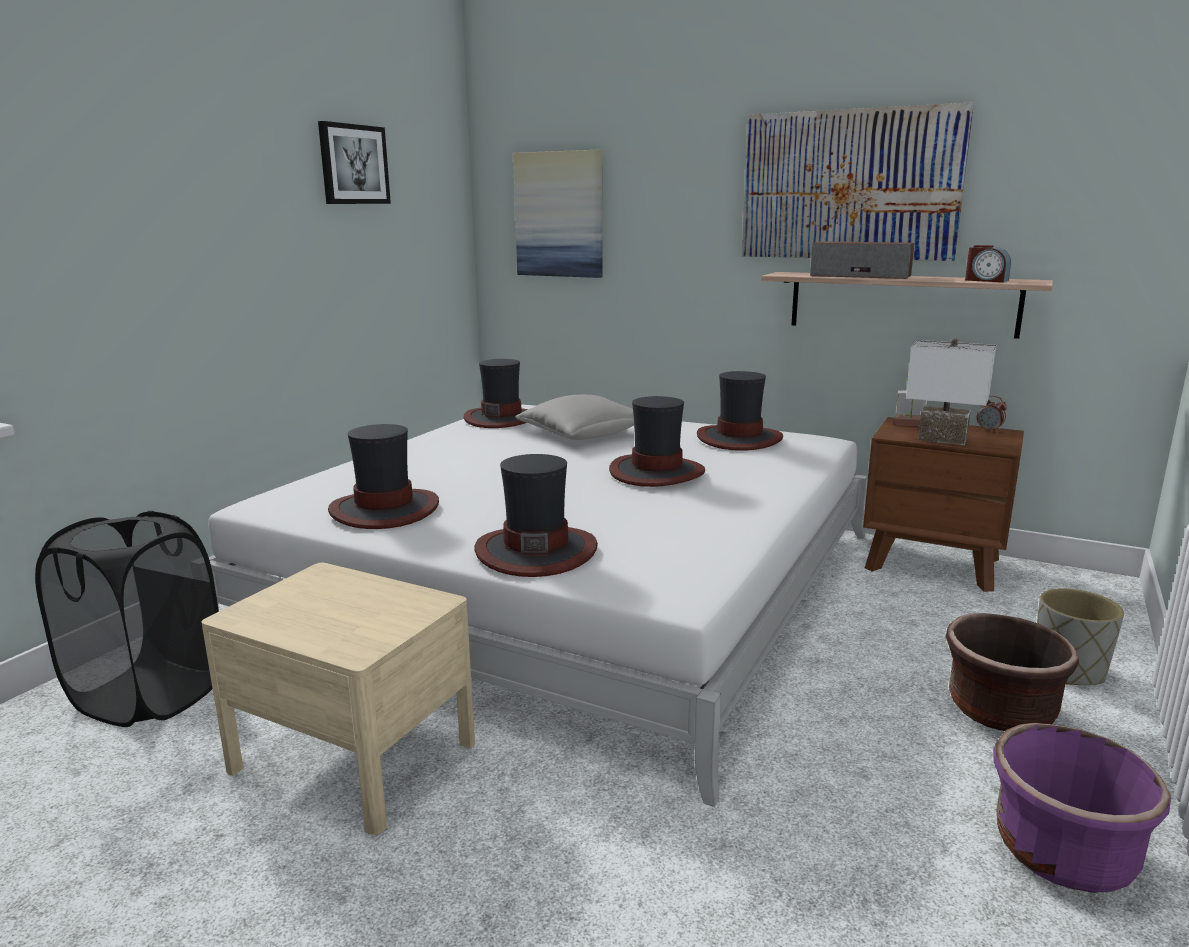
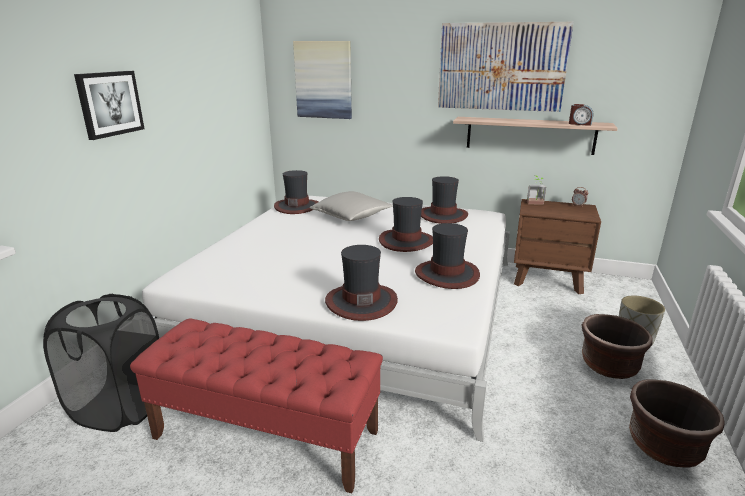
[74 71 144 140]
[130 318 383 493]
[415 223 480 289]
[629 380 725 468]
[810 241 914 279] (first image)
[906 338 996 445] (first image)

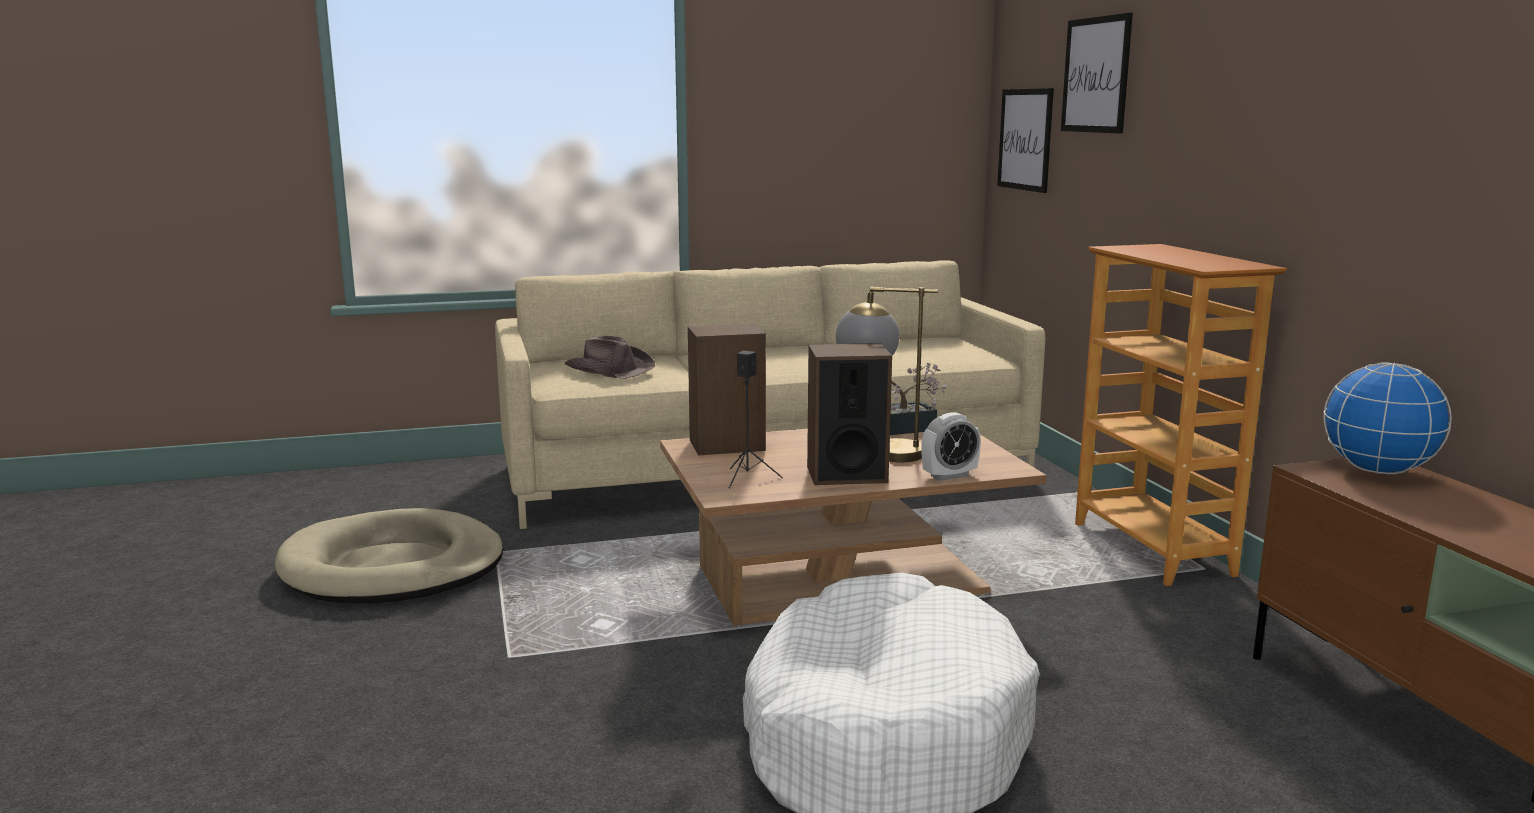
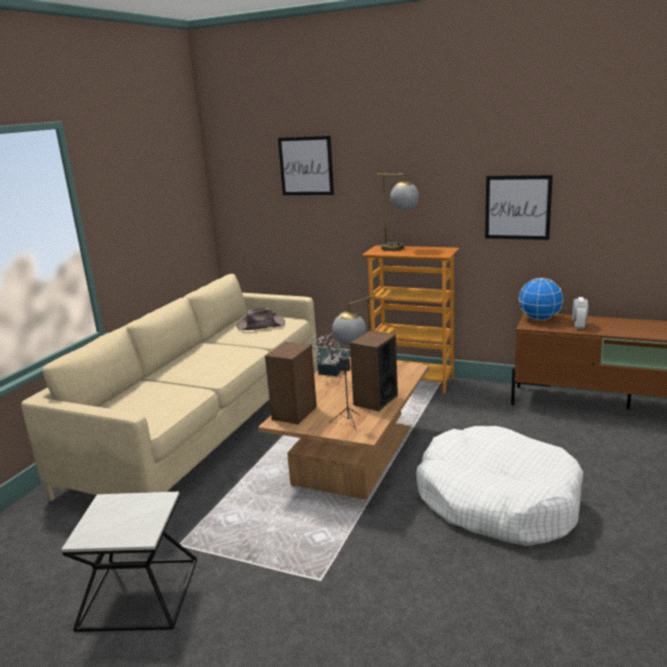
[61 492 197 632]
[236 307 285 330]
[377 173 419 251]
[485 175 553 240]
[572 297 588 329]

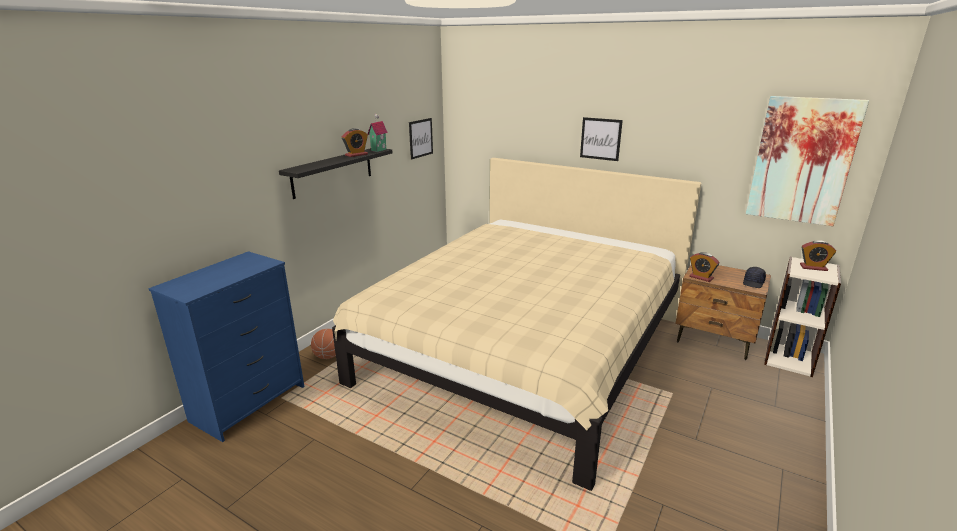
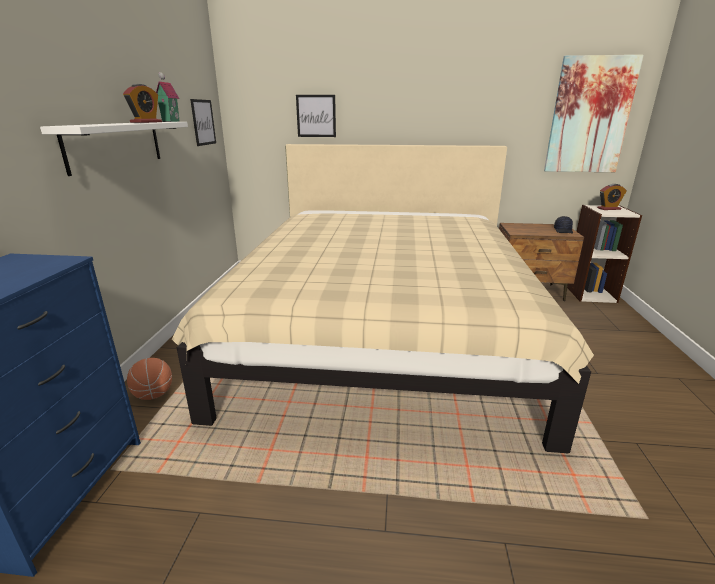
[40 122 188 176]
[296 95 336 137]
[689 252 719 282] (first image)

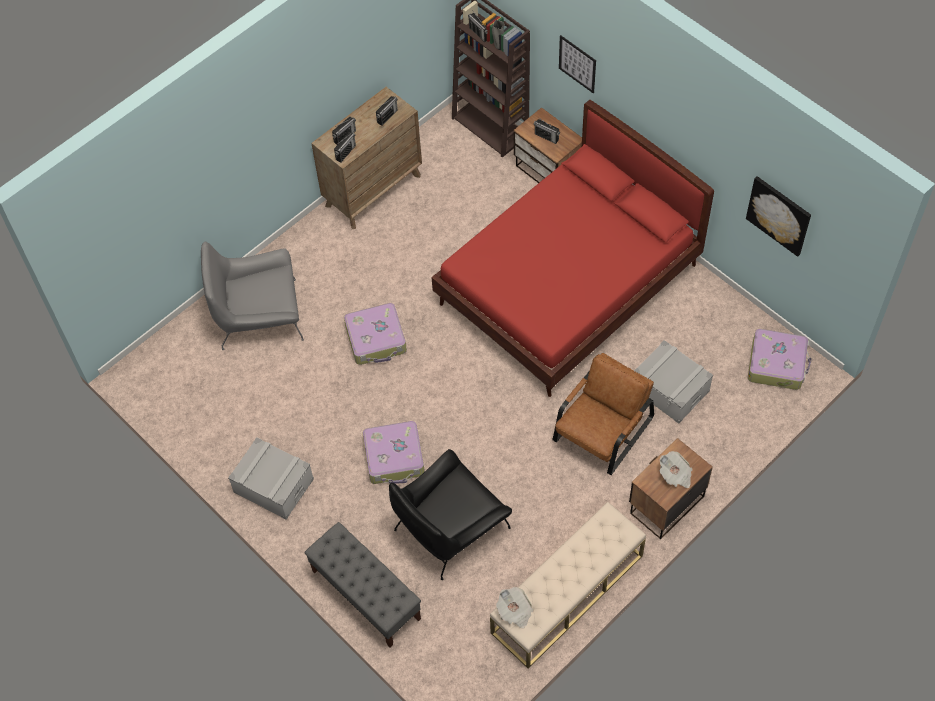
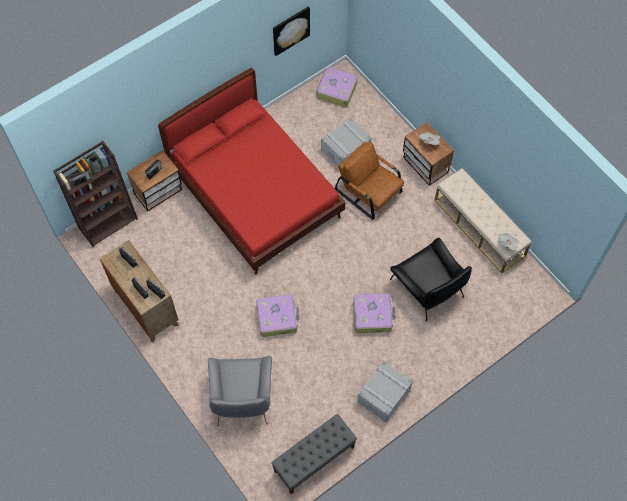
[271 414 357 495]
[559 35 596 93] (first image)

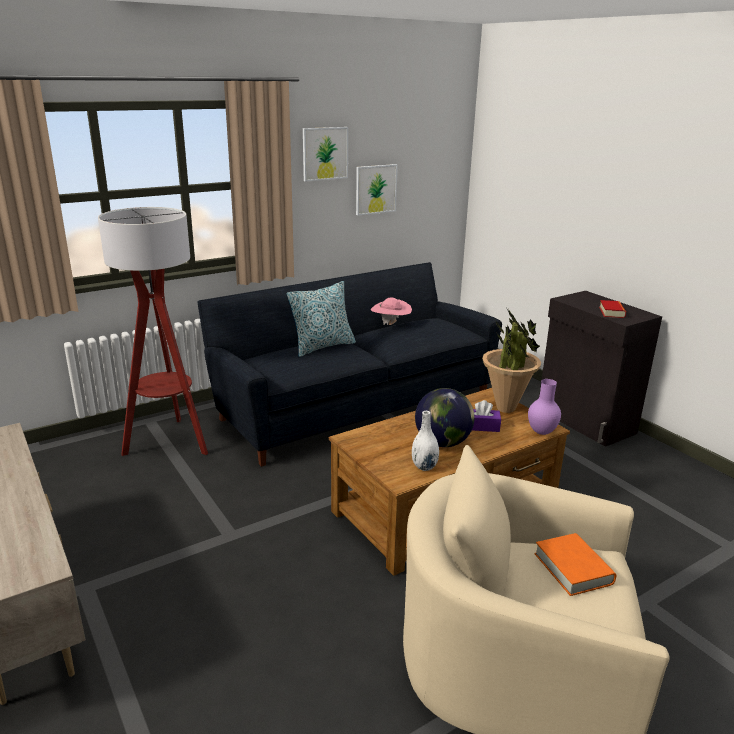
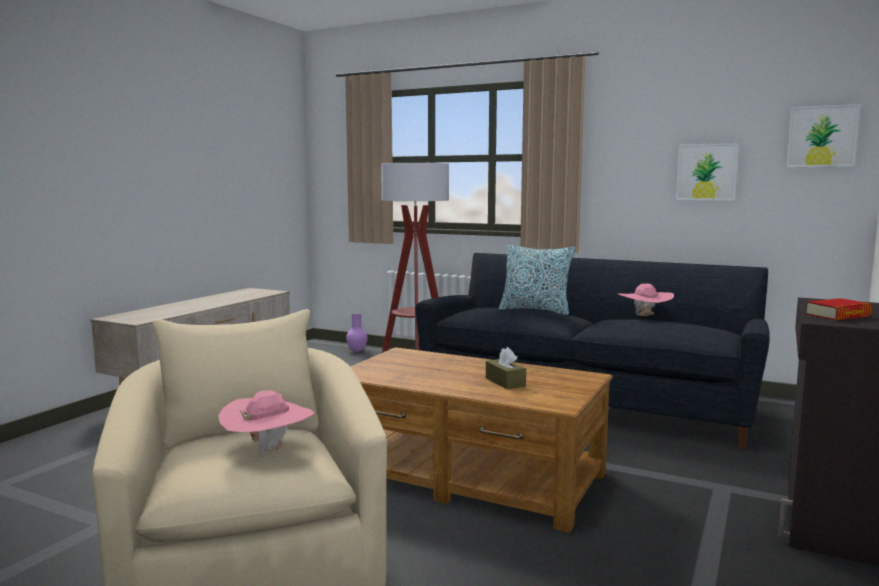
[218 390 315 457]
[346 314 368 352]
[486 347 526 389]
[786 104 860 167]
[412 411 439 471] (first image)
[415 388 475 447] (first image)
[482 309 541 413] (first image)

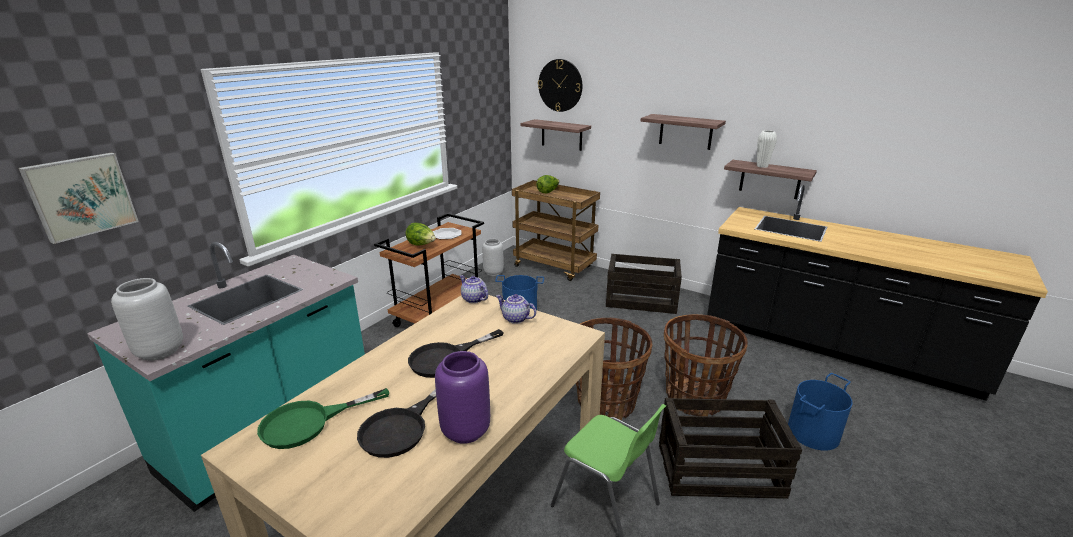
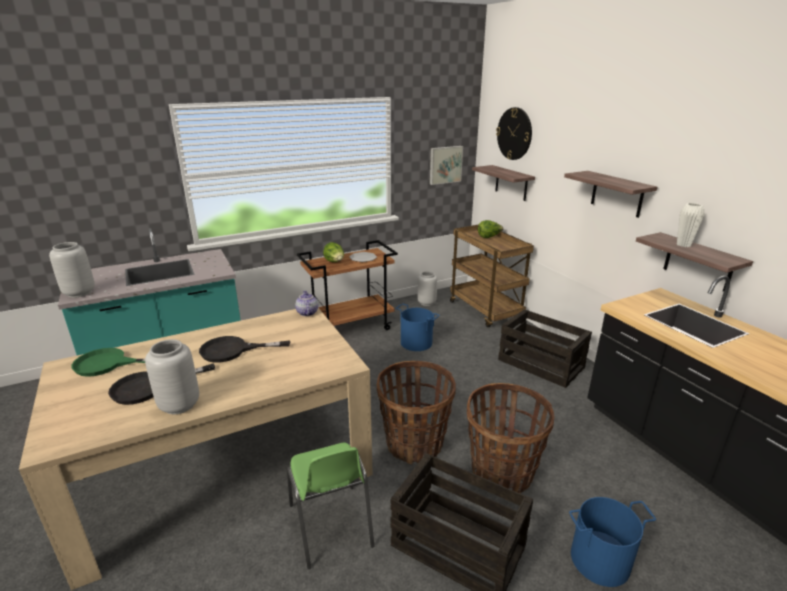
[145 339 199 414]
[430 146 463 185]
[496 294 536 324] (first image)

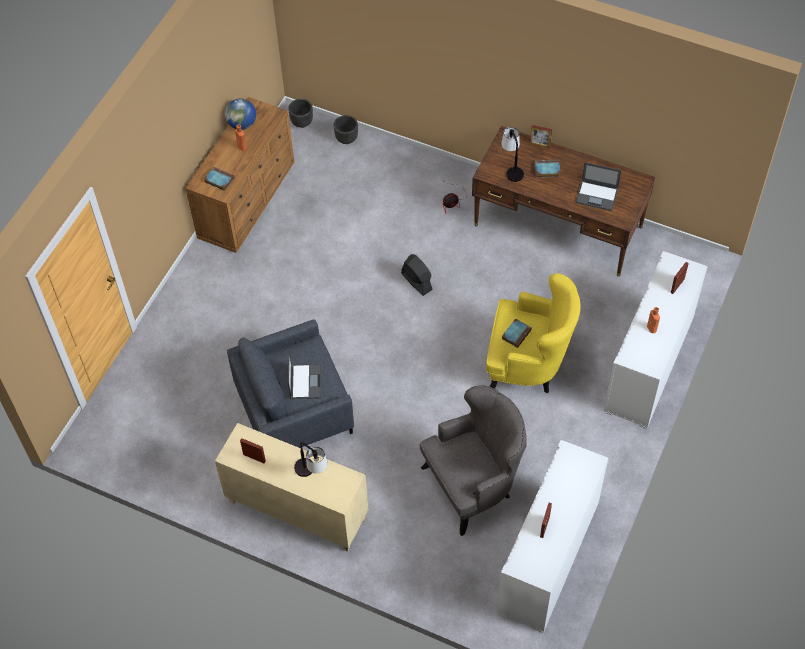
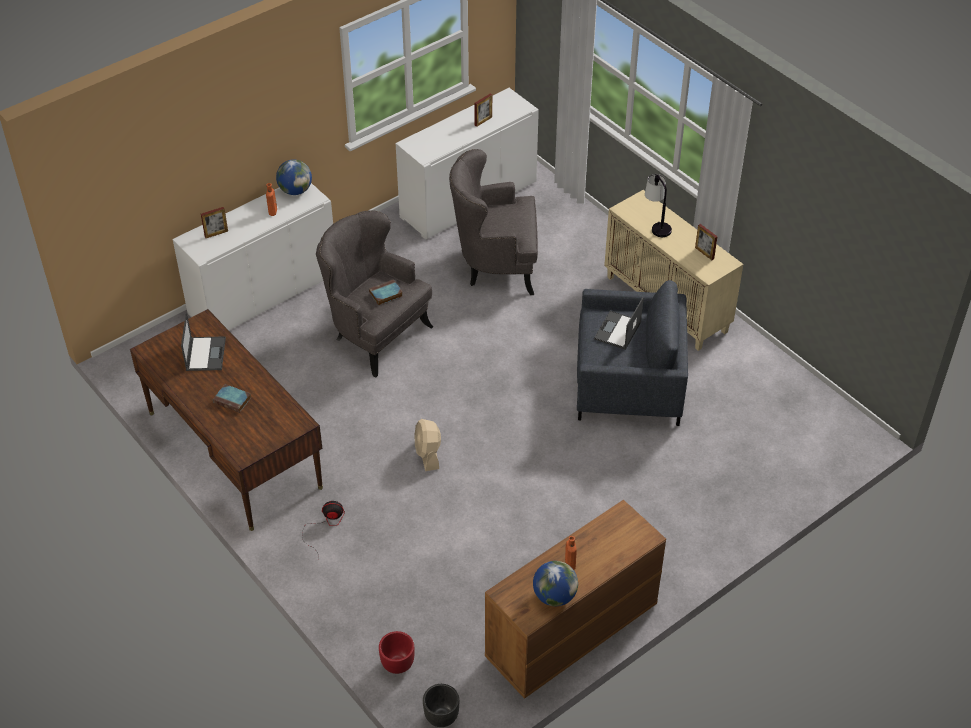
[181 313 226 371]
[276 160 312 195]
[316 210 433 378]
[379 631 415 674]
[414 419 441 471]
[204 167 234 191] (first image)
[501 127 524 182] (first image)
[530 125 552 148] (first image)

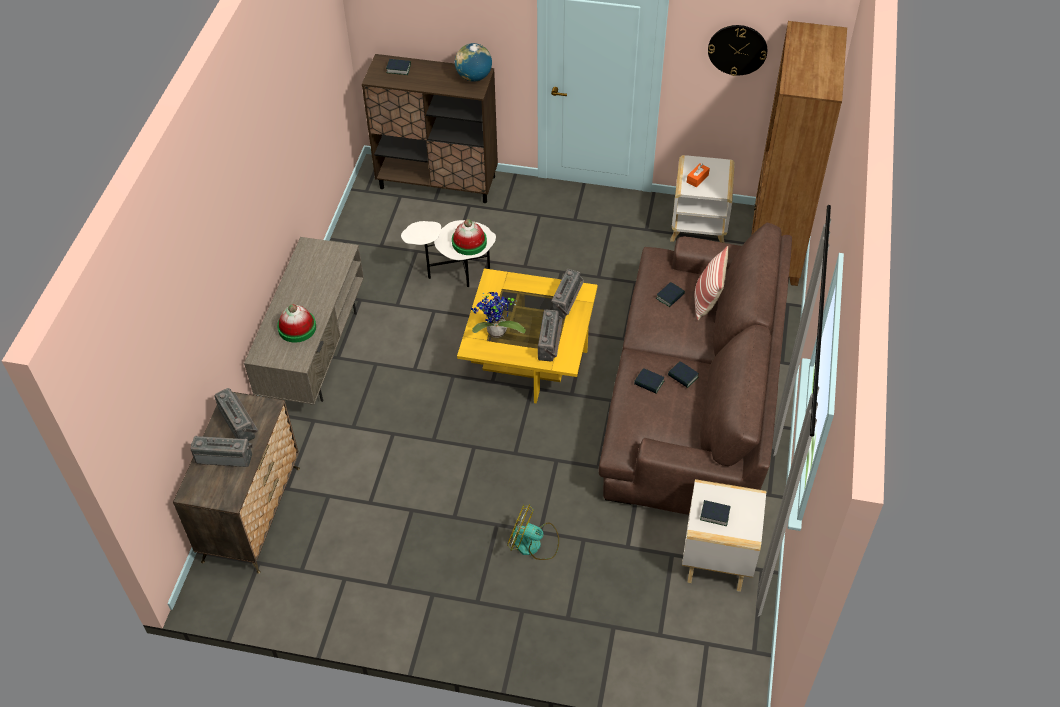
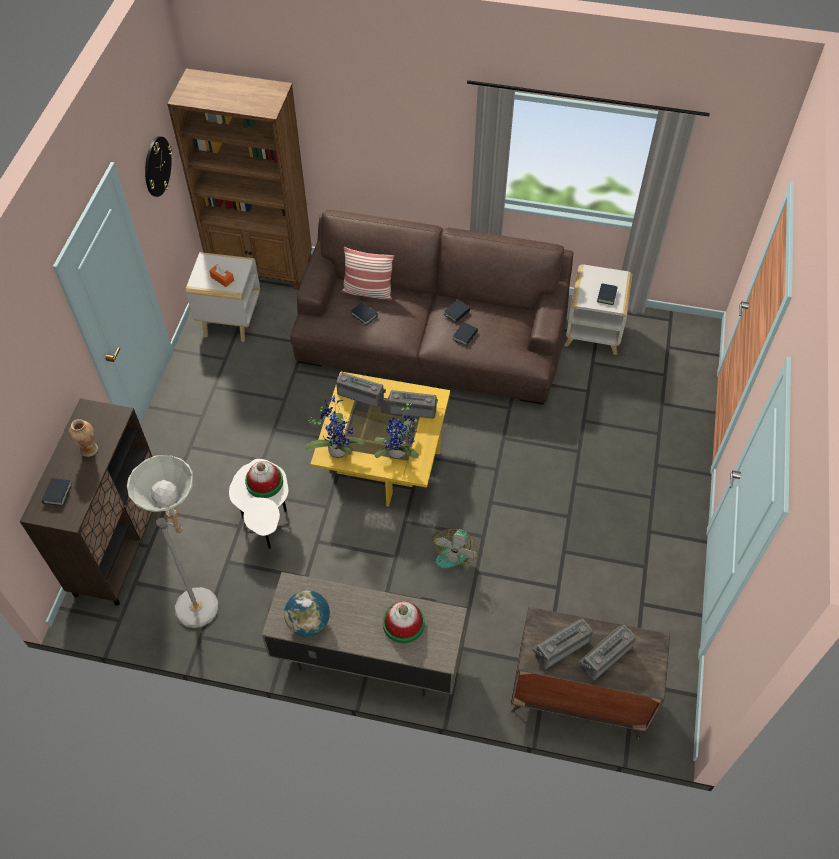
[69 419 98 457]
[127 455 219 628]
[284 590 330 637]
[305 395 364 458]
[432 529 478 568]
[578 625 636 680]

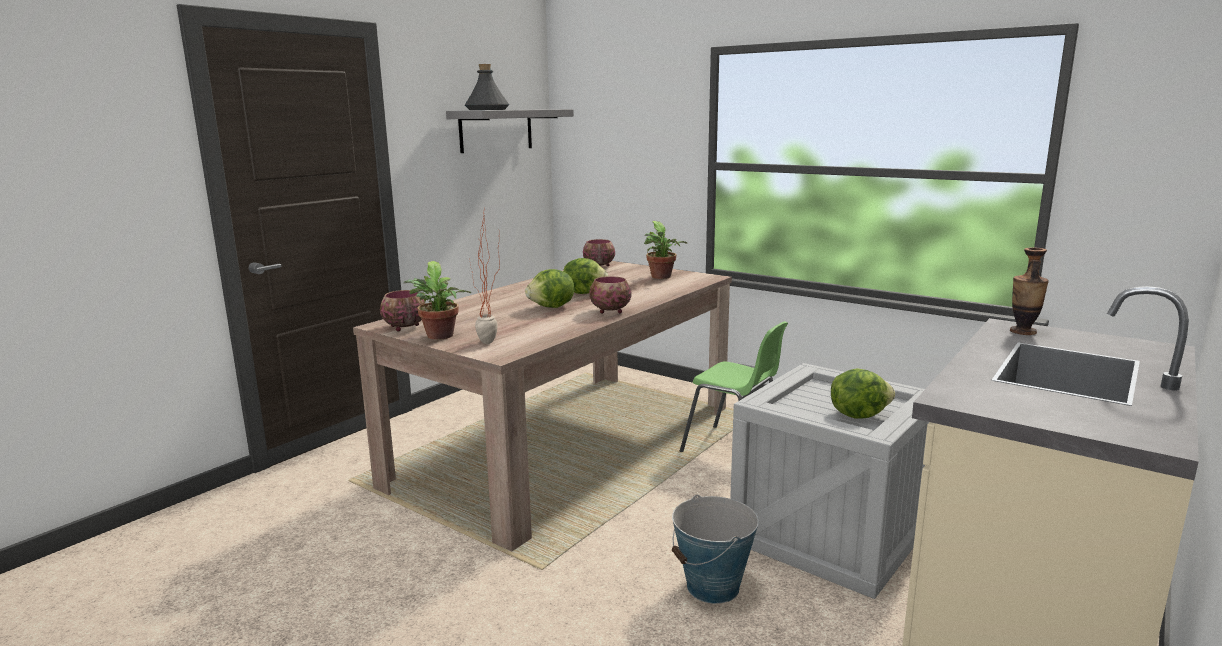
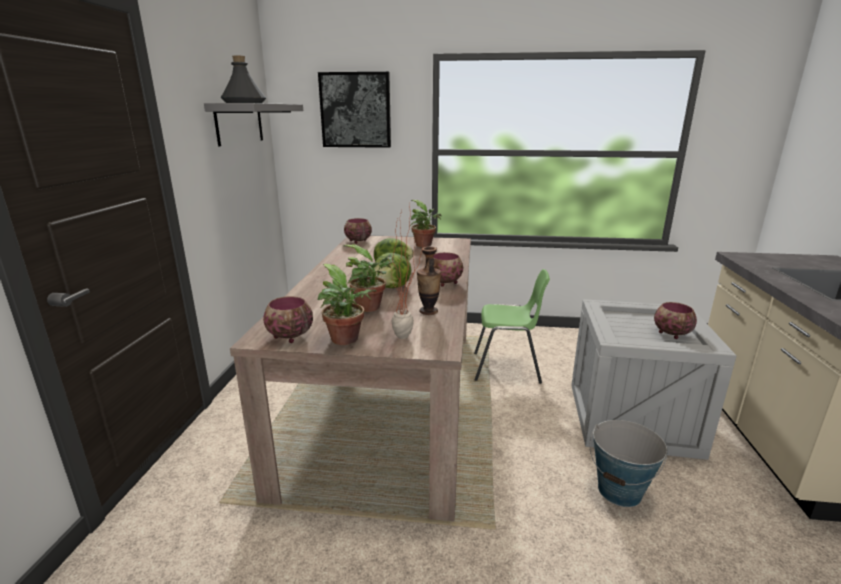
[318 72 391 148]
[344 244 395 312]
[417 247 441 315]
[654 302 697 339]

